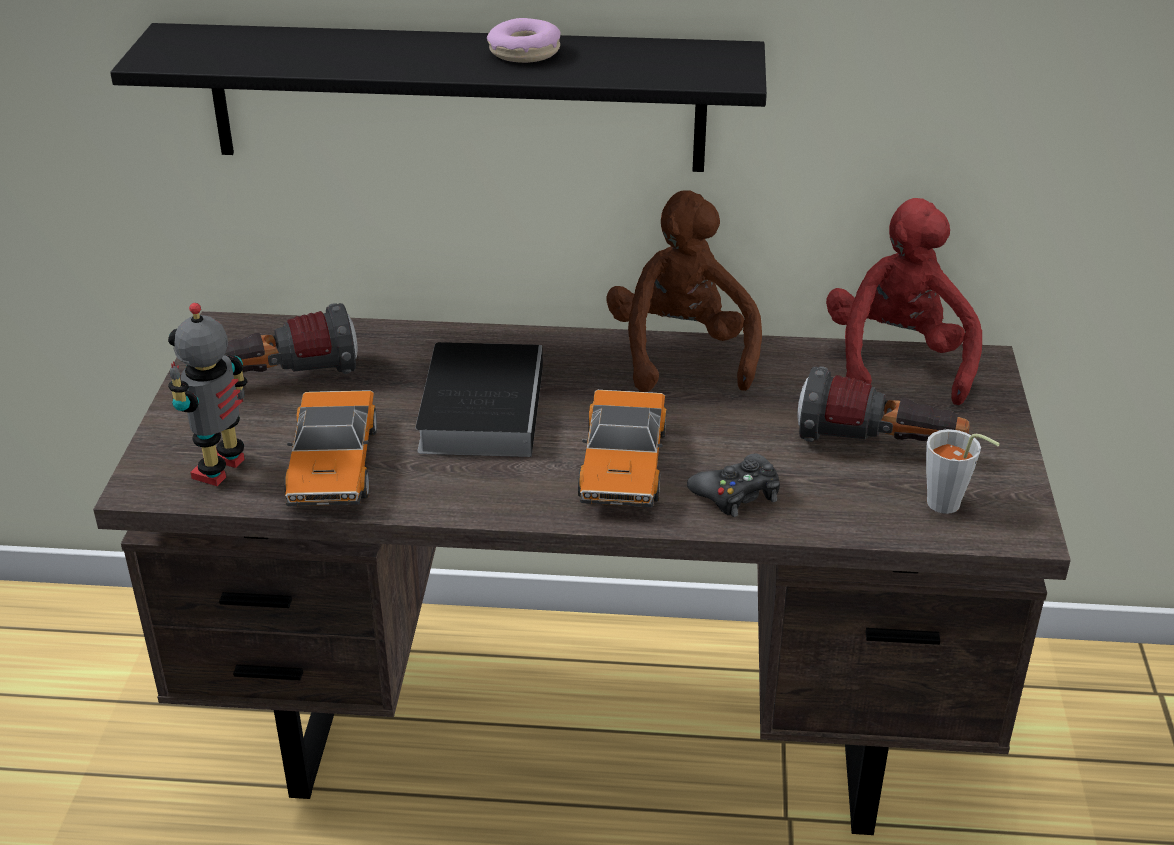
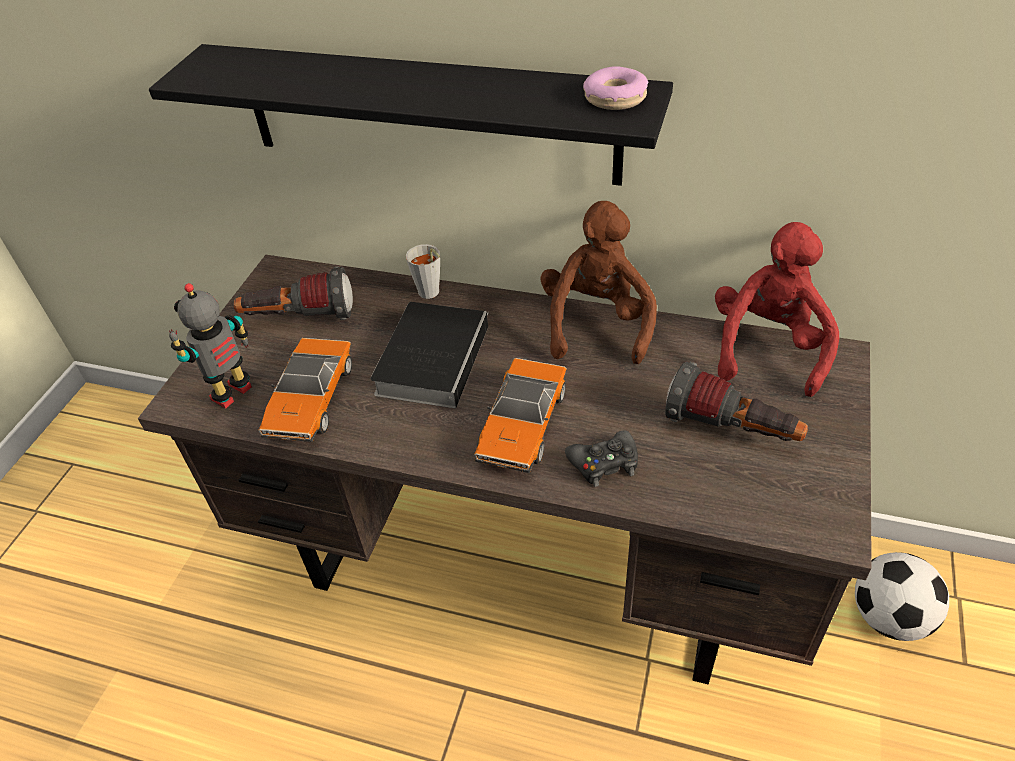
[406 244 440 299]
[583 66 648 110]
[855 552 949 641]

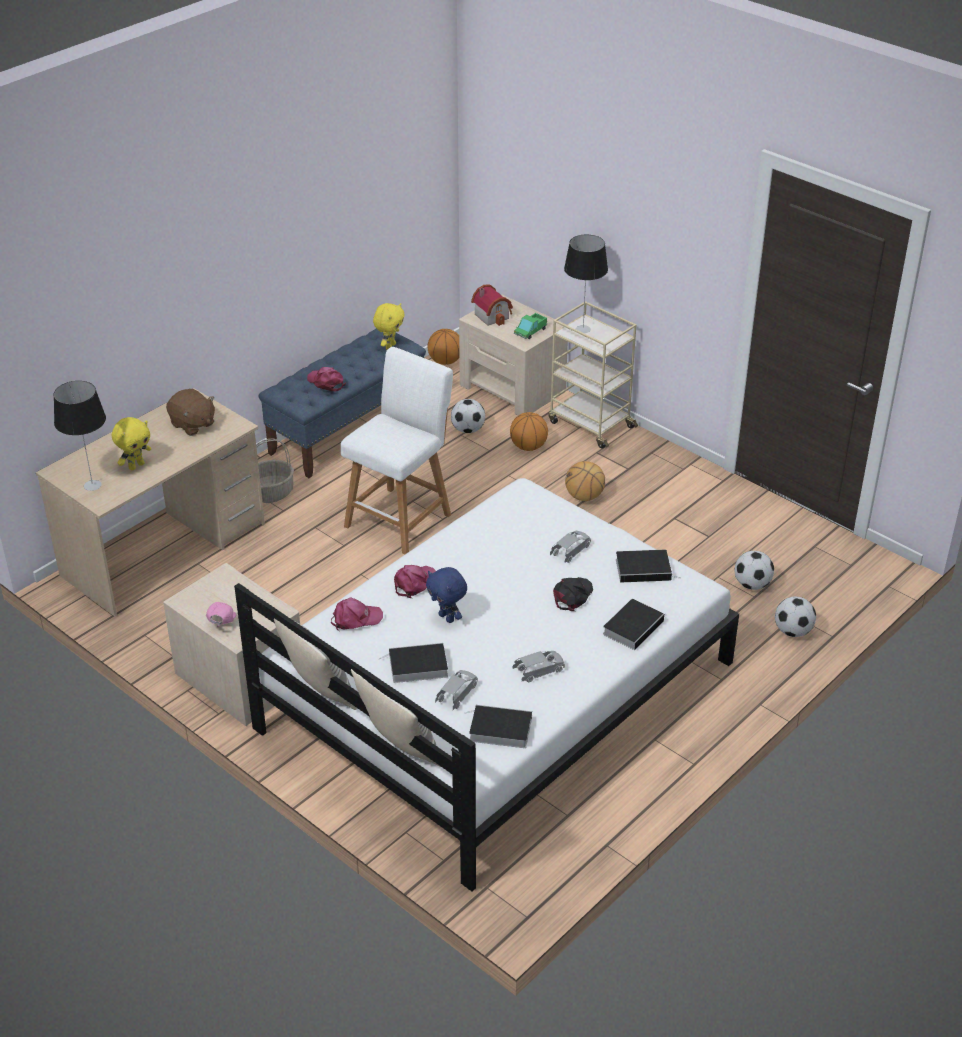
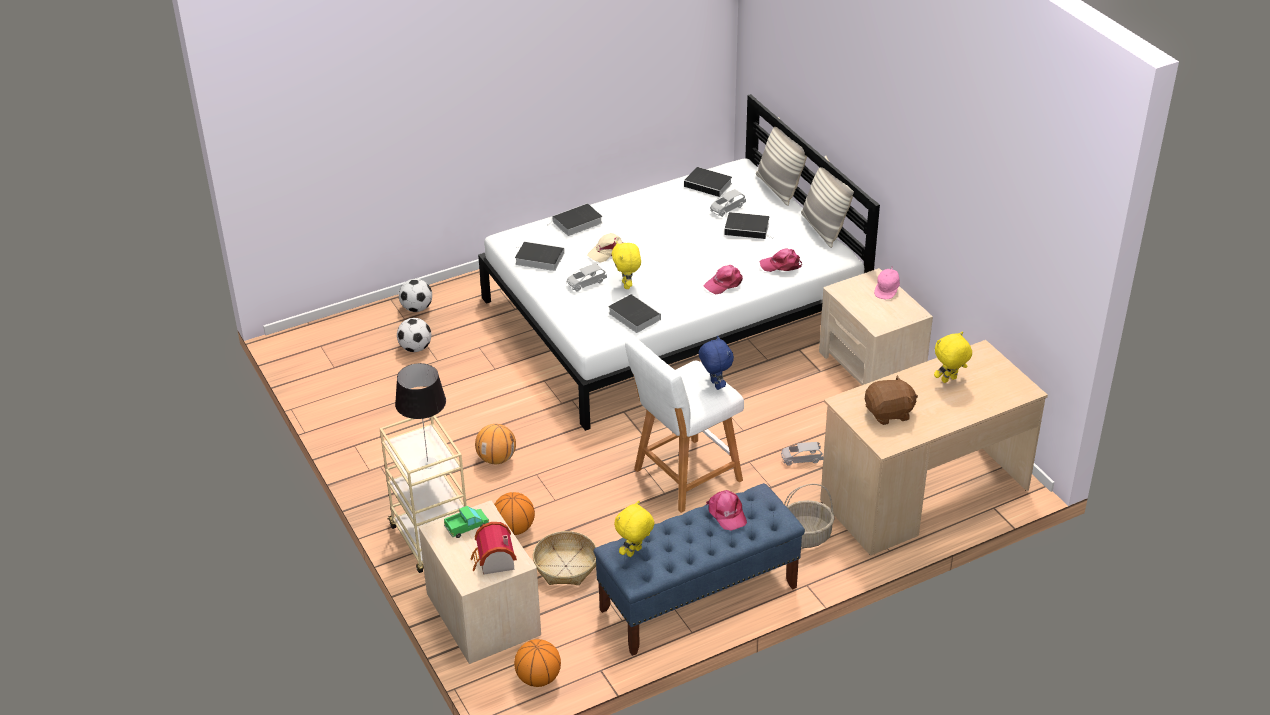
[533 531 596 585]
[587 233 624 262]
[608 294 661 333]
[612 241 641 289]
[699 336 734 390]
[781 442 824 465]
[865 375 918 425]
[54 381 106 491] (first image)

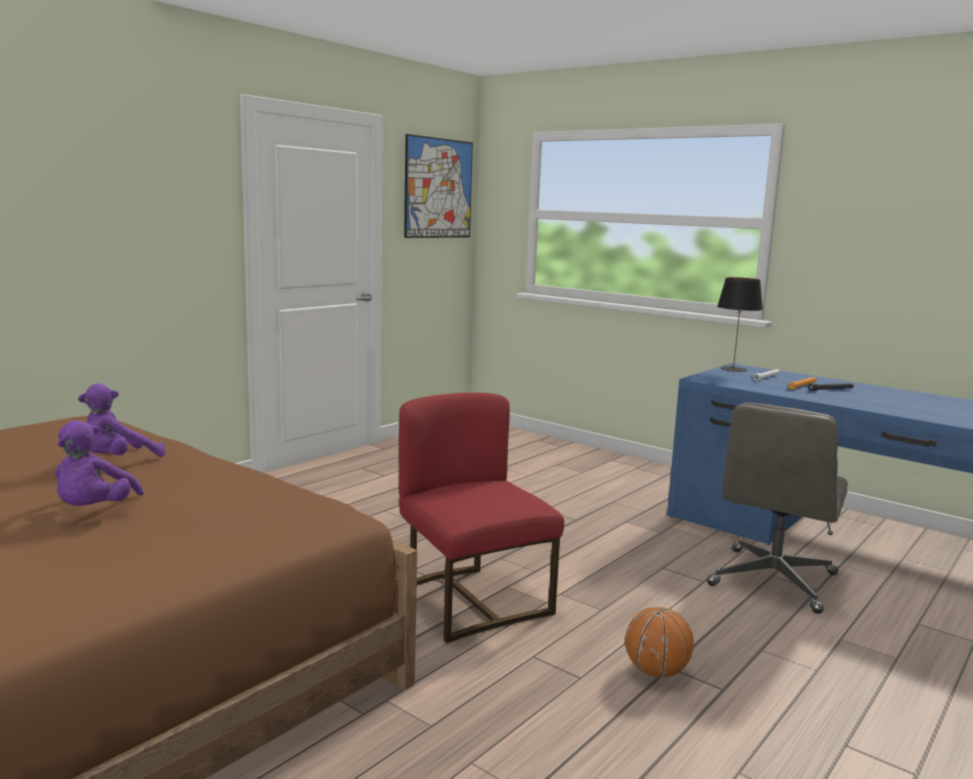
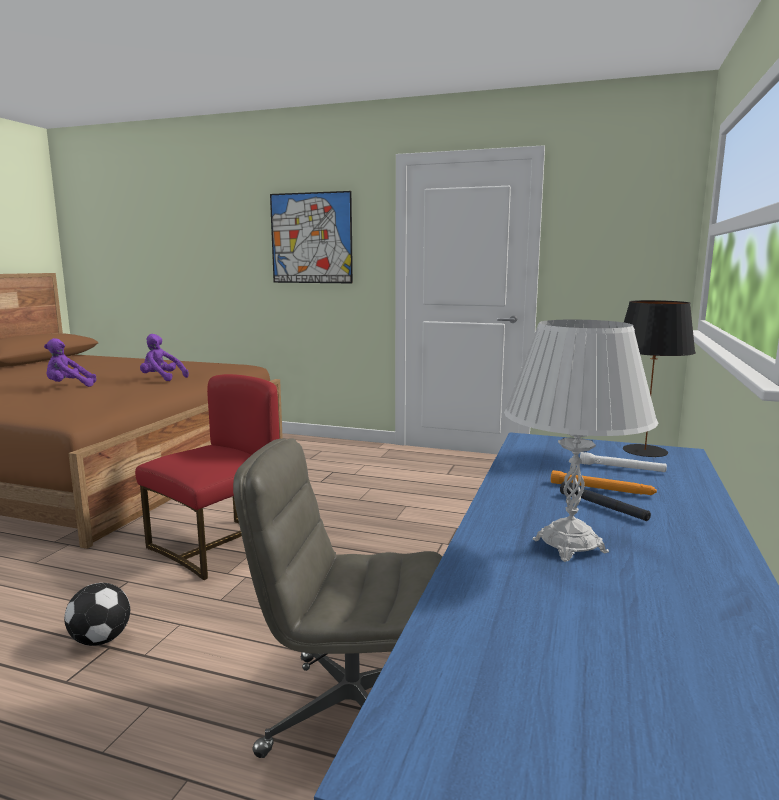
[64 583 130 646]
[270 191 353 283]
[504 320 658 562]

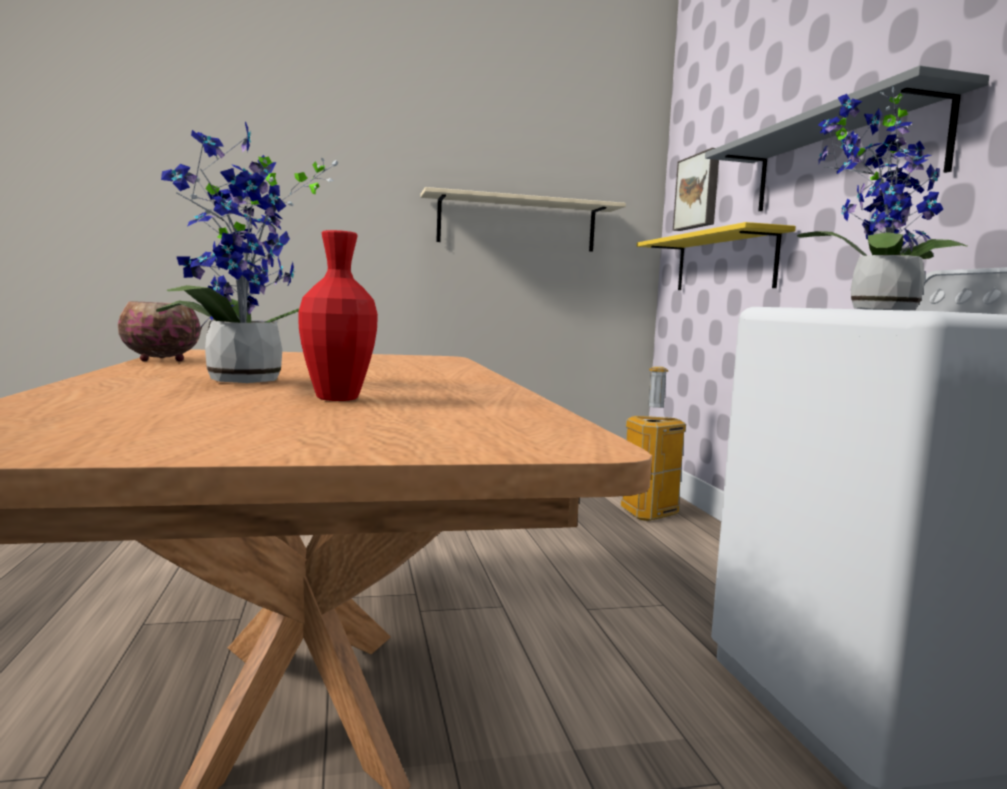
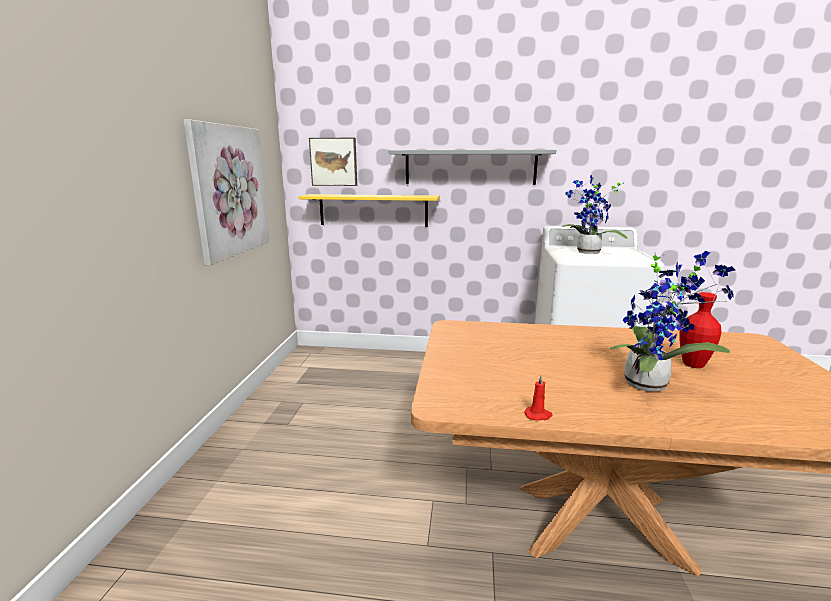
[184 120 270 265]
[524 374 552 421]
[621 366 686 521] (first image)

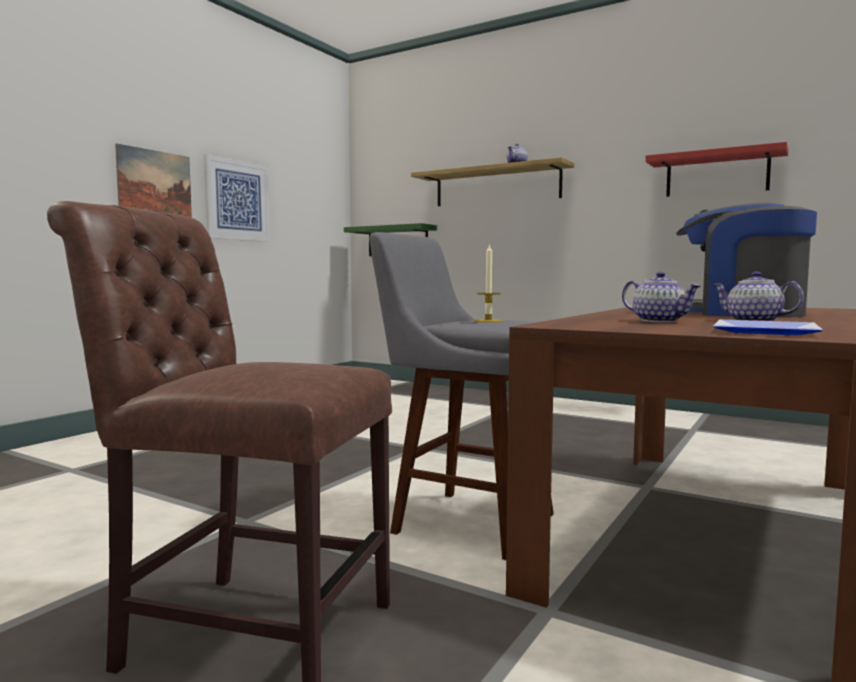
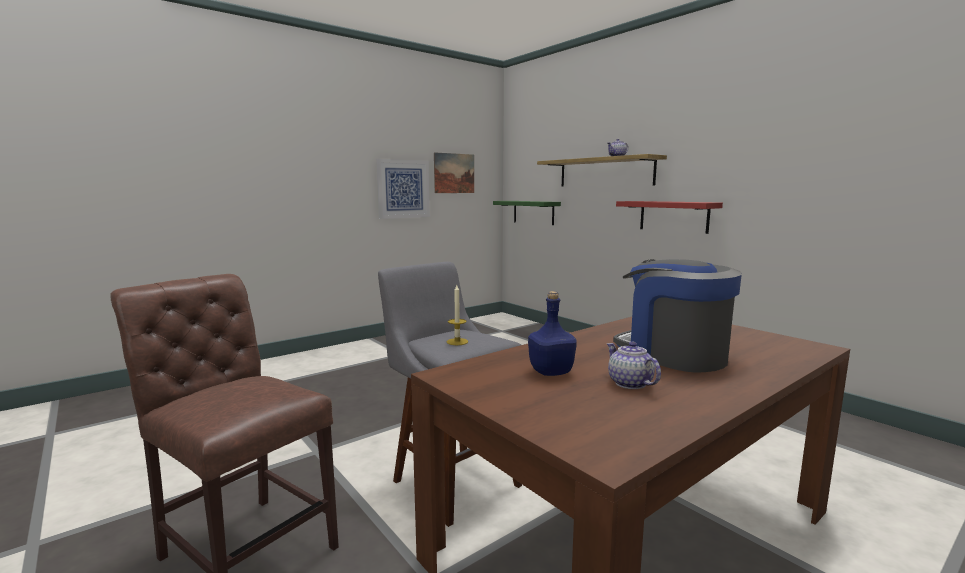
[434 152 474 193]
[528 291 577 376]
[616 201 723 234]
[713 320 823 336] (first image)

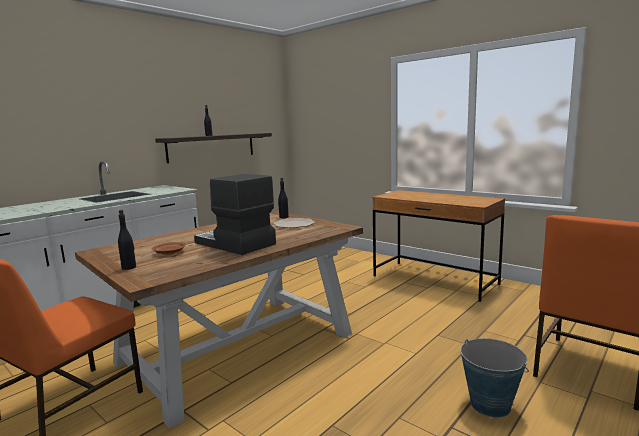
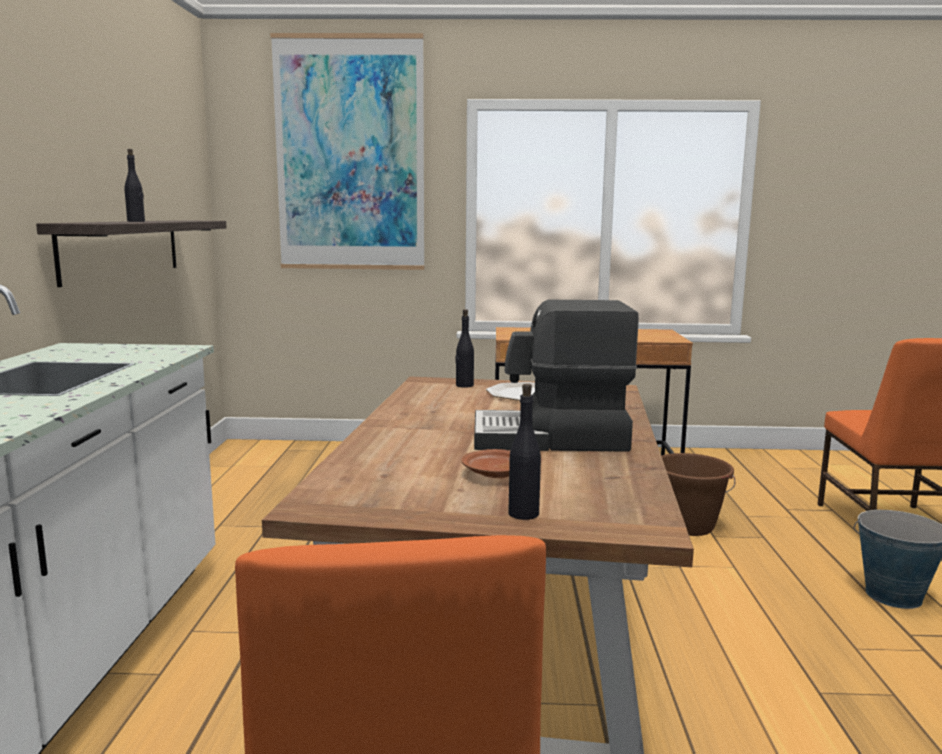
[270 33 425 270]
[661 453 735 536]

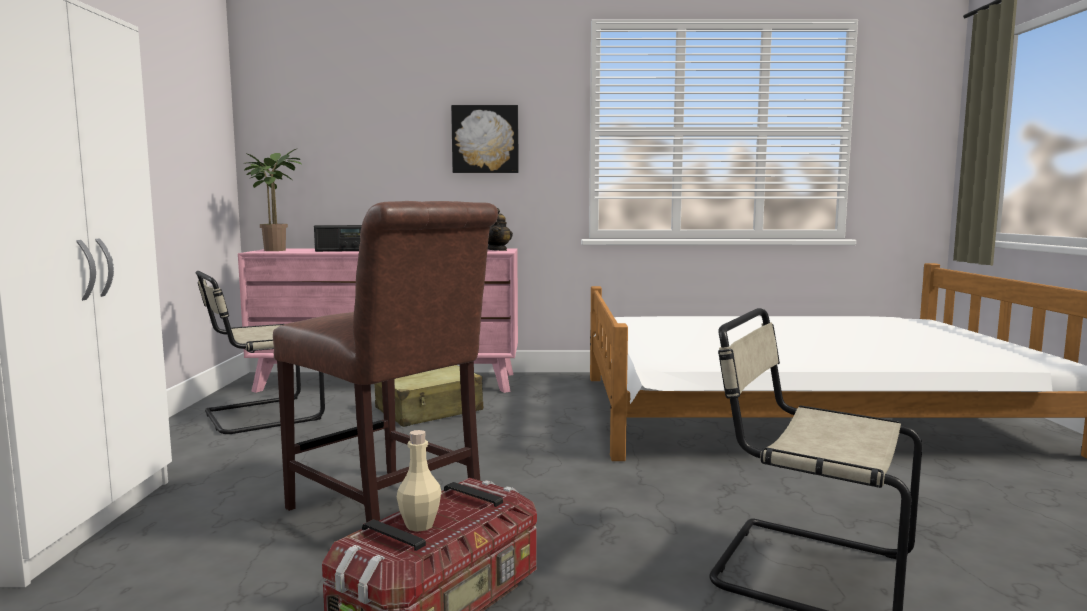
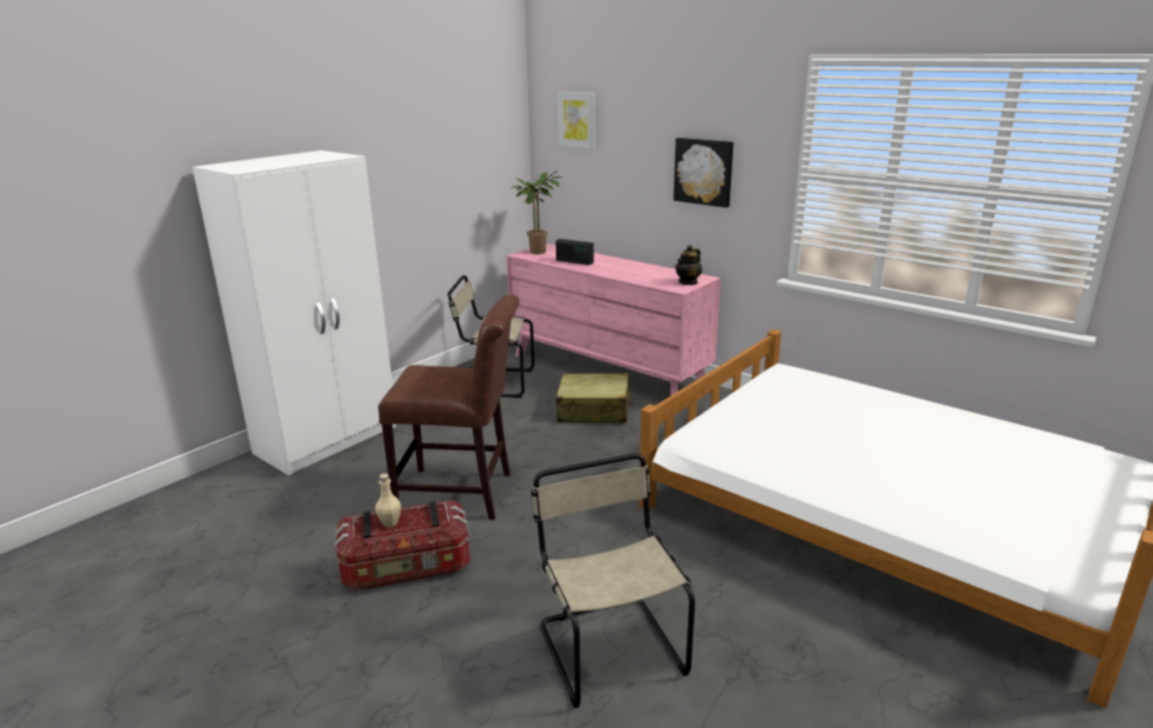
[378 295 519 520]
[557 91 596 149]

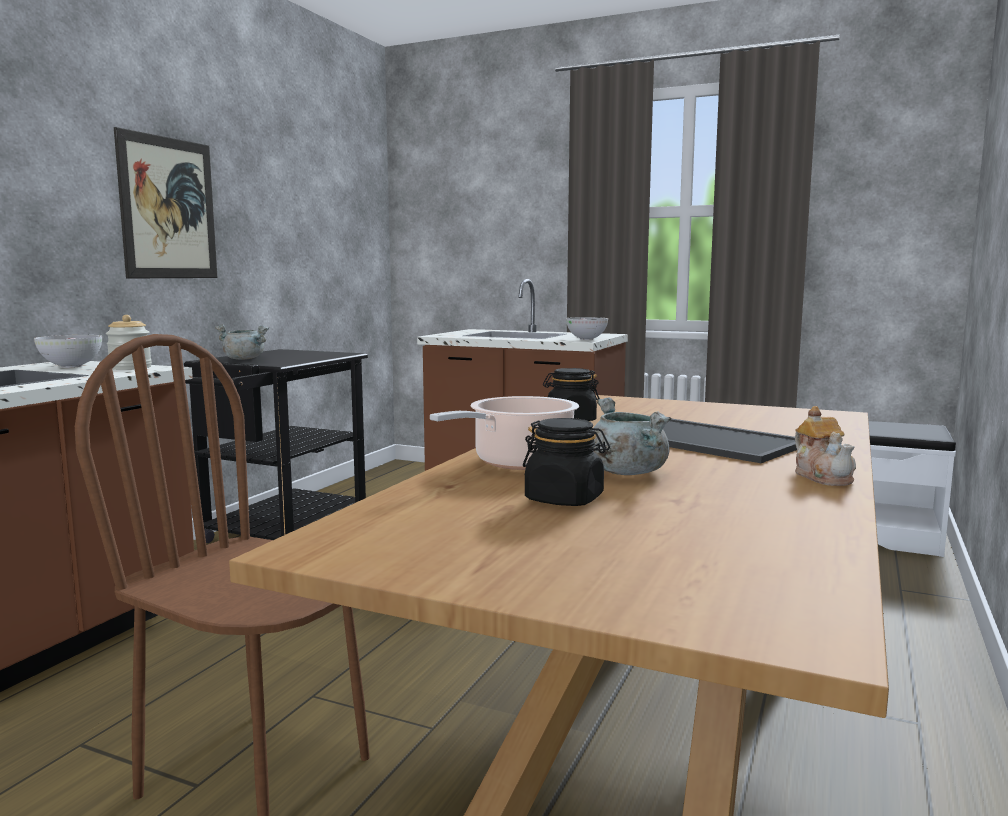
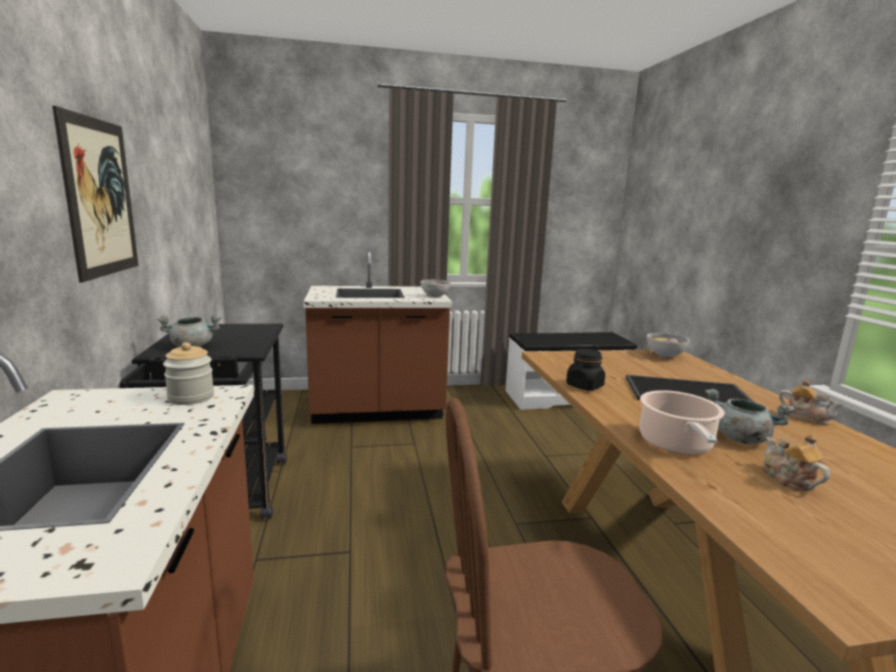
[647 333 689 358]
[762 434 830 491]

